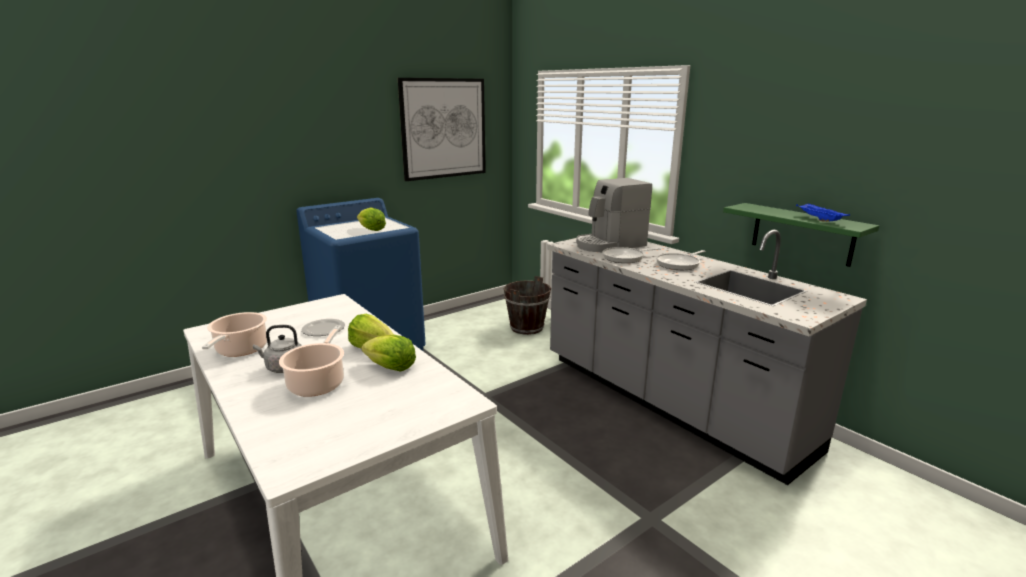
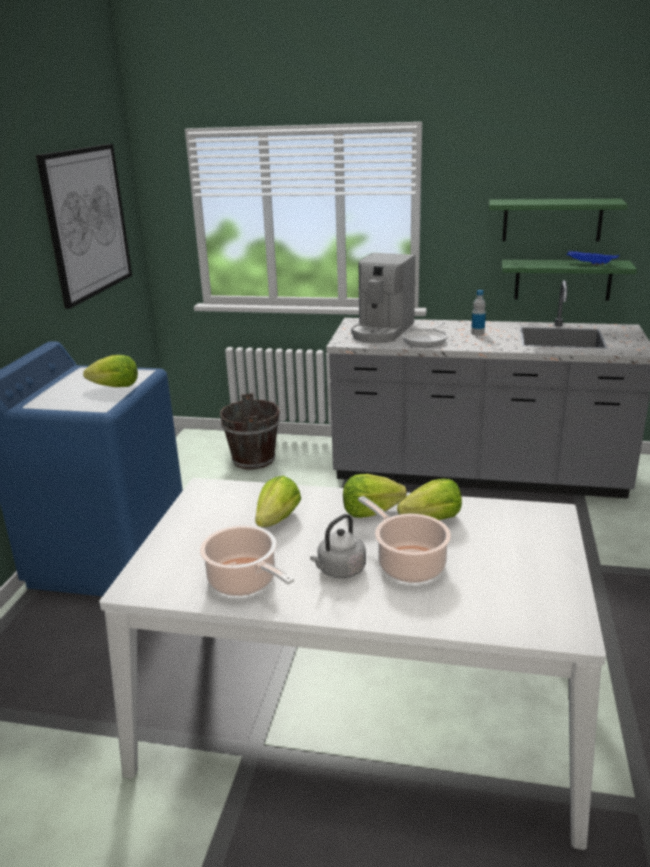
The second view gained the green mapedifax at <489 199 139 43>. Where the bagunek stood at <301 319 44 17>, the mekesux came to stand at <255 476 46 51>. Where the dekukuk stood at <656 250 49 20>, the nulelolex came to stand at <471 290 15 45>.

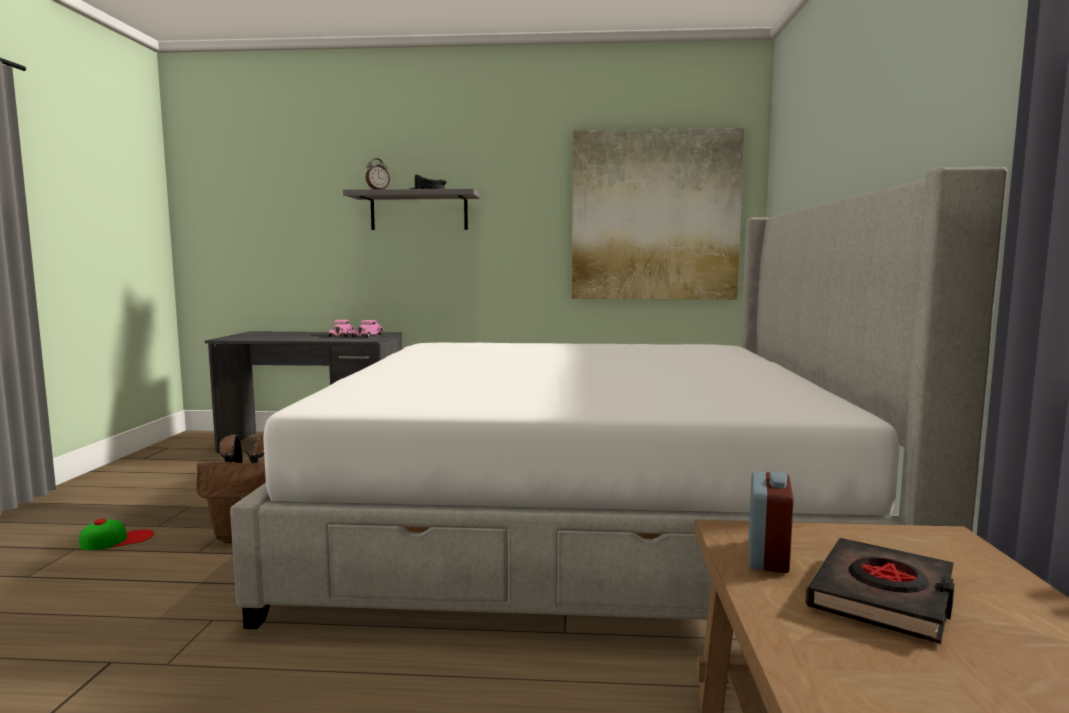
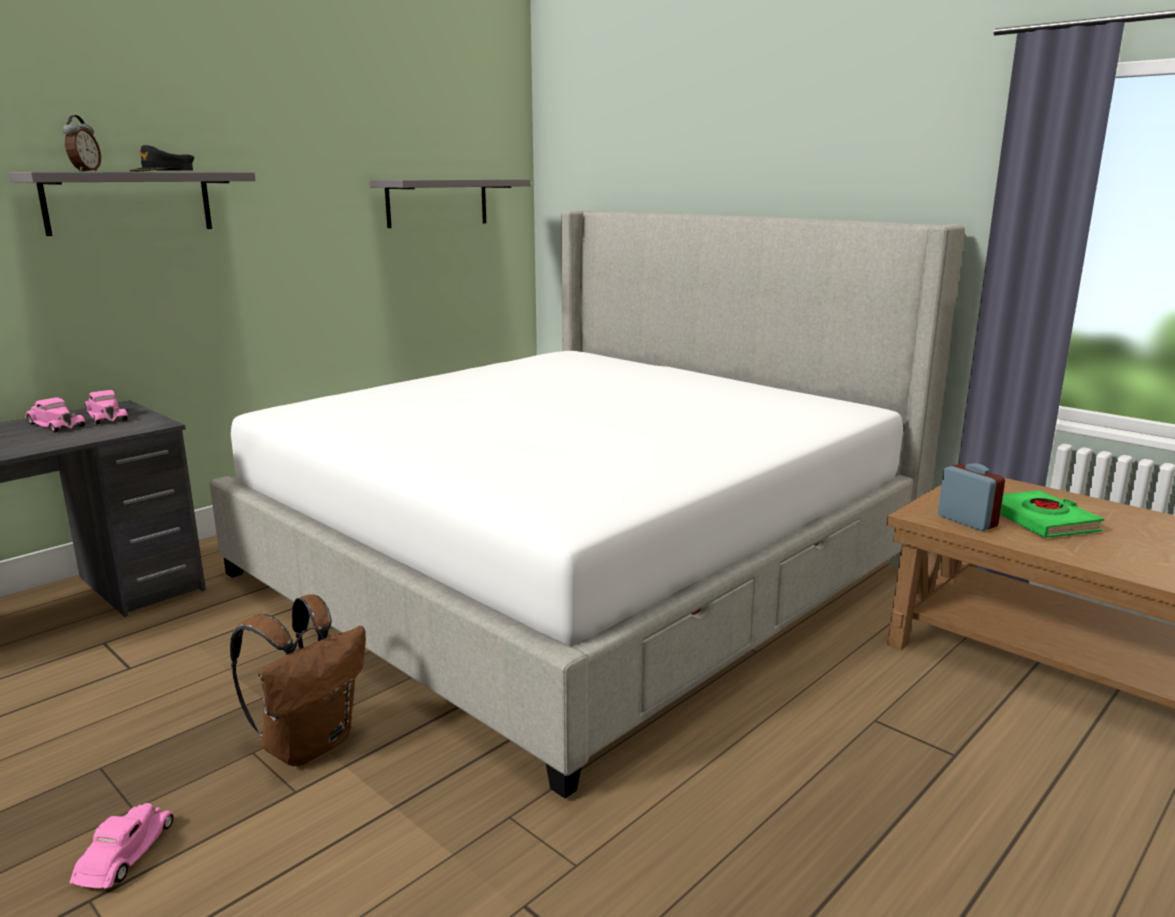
Where the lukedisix stood at <79 519 75 31>, the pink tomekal came to stand at <70 803 104 85>. Where the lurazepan hung at <572 128 172 171>, the grey mapedifax came to hang at <369 179 162 49>. What was the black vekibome at <806 538 149 106> turned into the green vekibome at <1000 490 104 48>.

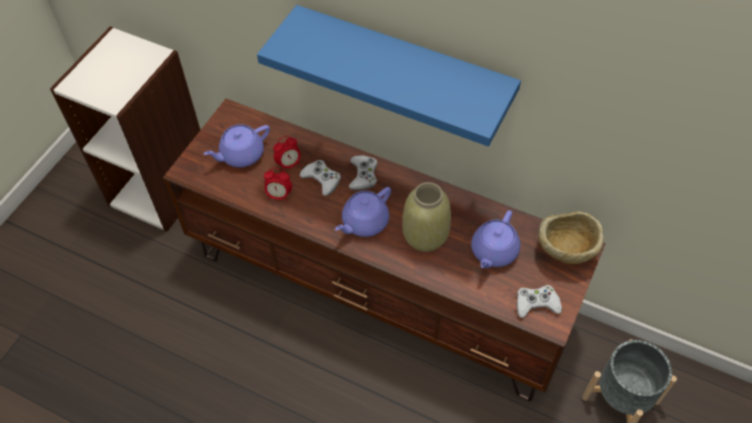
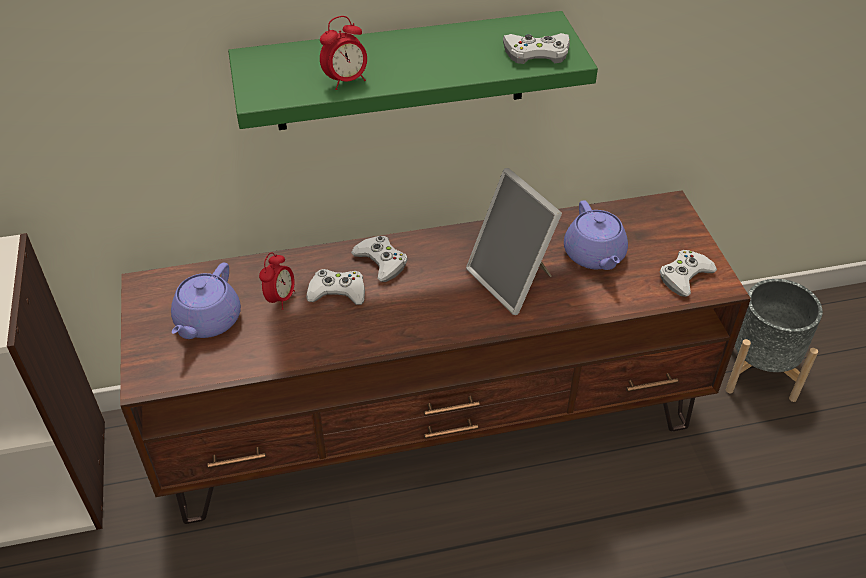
The second view lost the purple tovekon at <335 187 56 50>. The second view lost the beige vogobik at <538 211 66 53>. The second view gained the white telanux at <503 33 67 31>. The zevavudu ended up elsewhere, having gone from <264 168 28 34> to <320 16 47 74>. Where the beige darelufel stood at <402 182 49 70>, the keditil came to stand at <466 168 96 147>. What was the blue mapedifax at <257 5 264 142> turned into the green mapedifax at <228 11 370 119>.

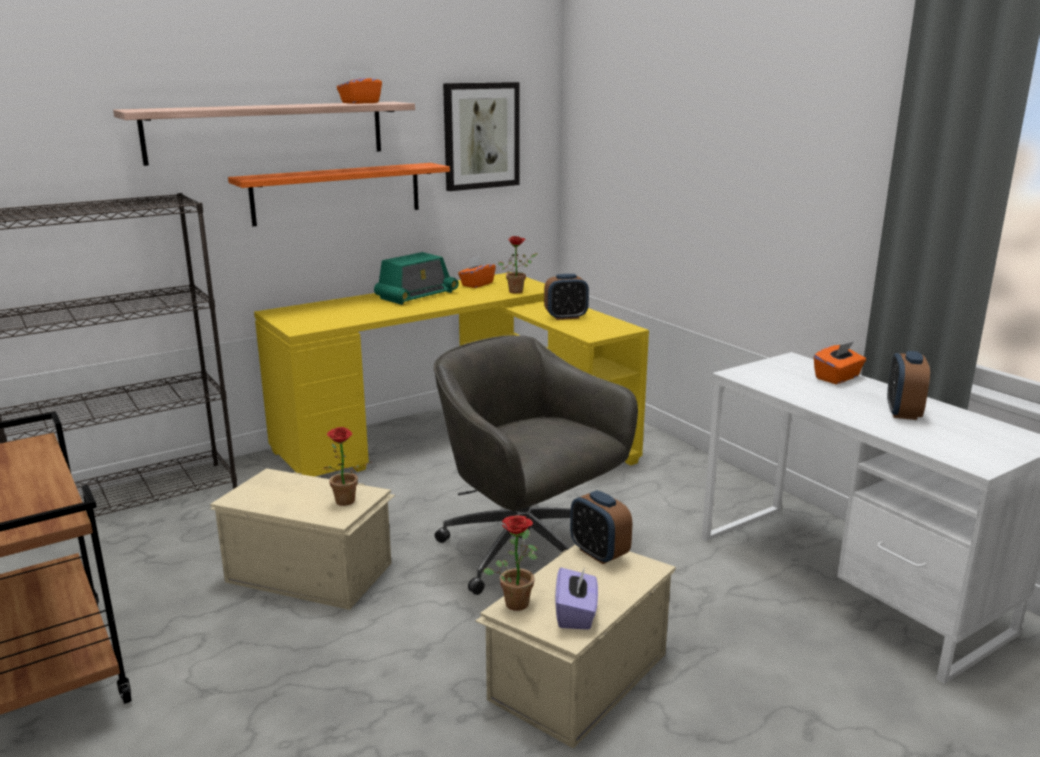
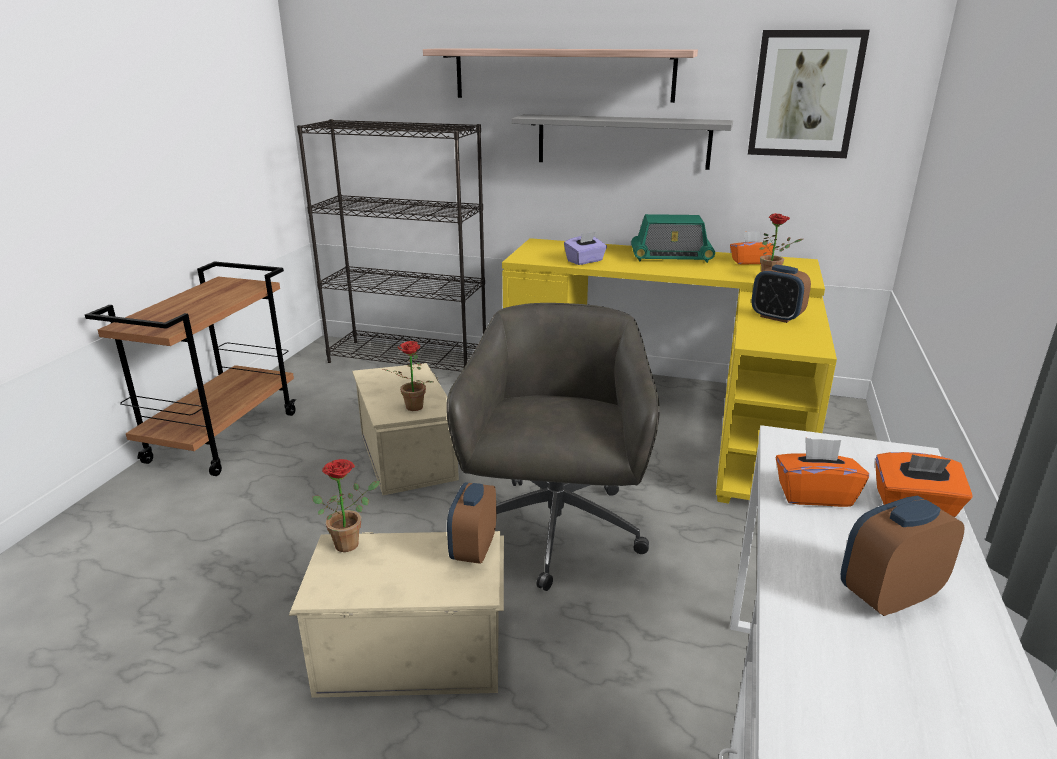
The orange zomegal ended up elsewhere, having gone from <337 70 45 34> to <776 438 93 69>. The purple zomegal ended up elsewhere, having gone from <555 565 43 65> to <564 232 43 33>. What was the orange mapedifax at <228 163 222 63> turned into the grey mapedifax at <512 114 221 56>.

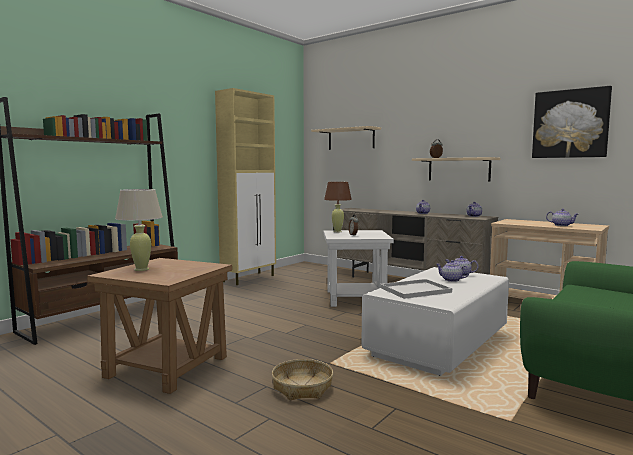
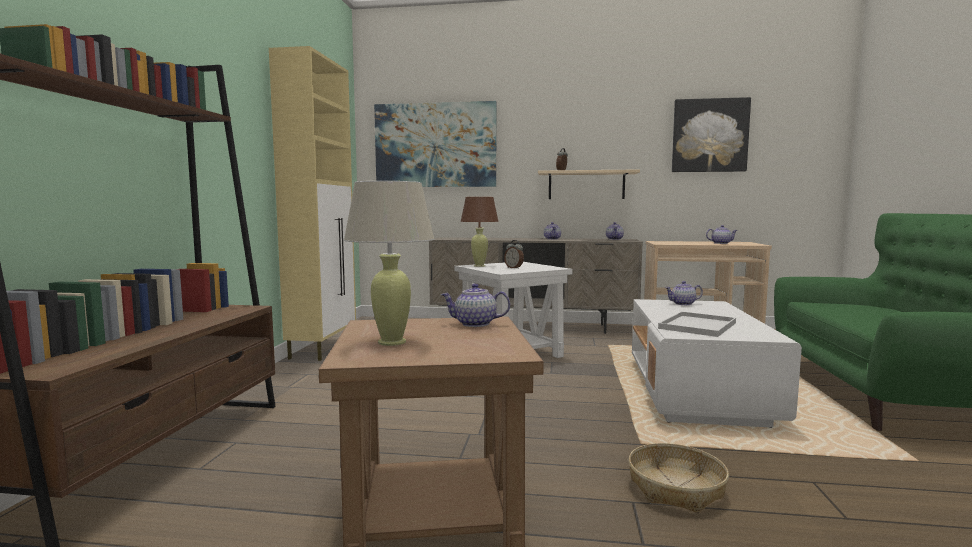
The tovekon ended up elsewhere, having gone from <436 260 34 22> to <441 283 69 44>. Where the beige mapedifax hung at <311 126 70 24>, the lurazepan came to hang at <374 101 122 86>.

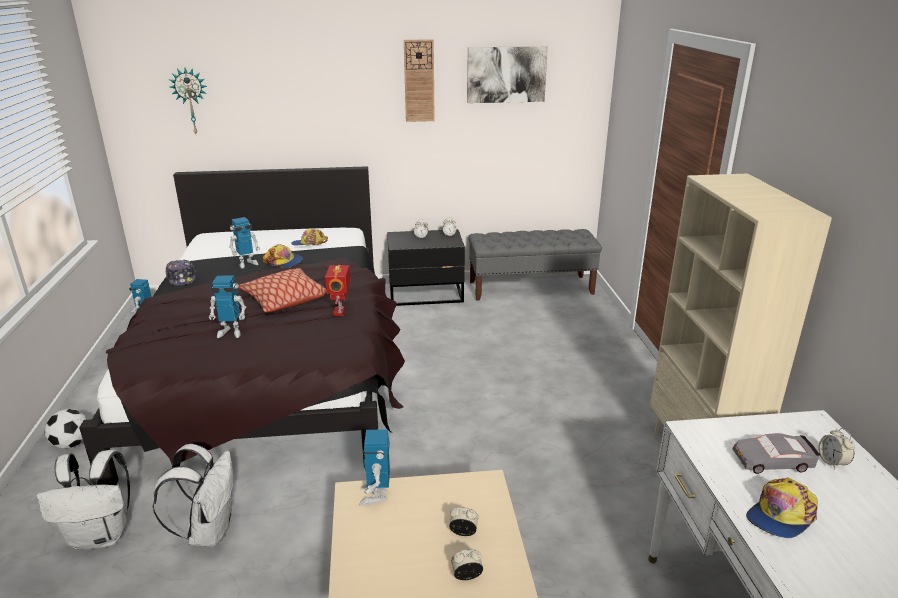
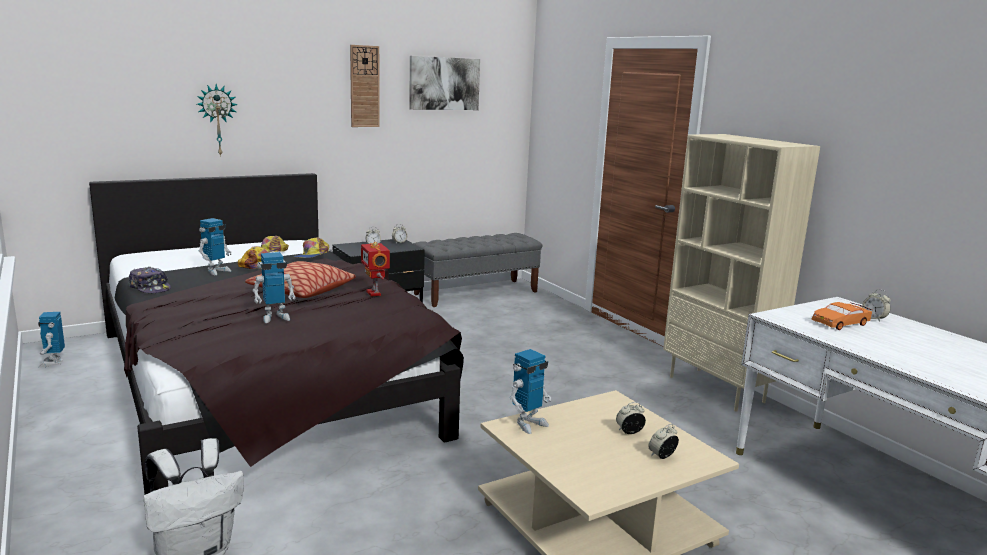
The second view lost the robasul at <44 409 43 40>. The second view lost the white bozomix at <153 444 81 103>. The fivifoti ended up elsewhere, having gone from <169 68 38 66> to <197 84 41 73>. The lukedisix ended up elsewhere, having gone from <746 477 72 61> to <294 237 35 21>. What was the grey tomekal at <732 433 88 41> turned into the orange tomekal at <811 302 61 28>. The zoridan at <359 429 31 77> ended up facing another way, 105 degrees counterclockwise from before.

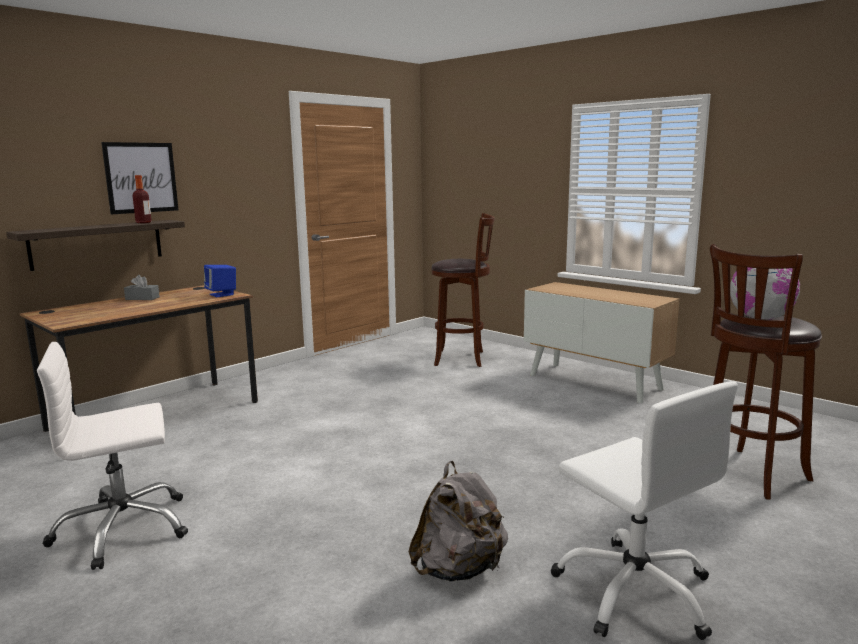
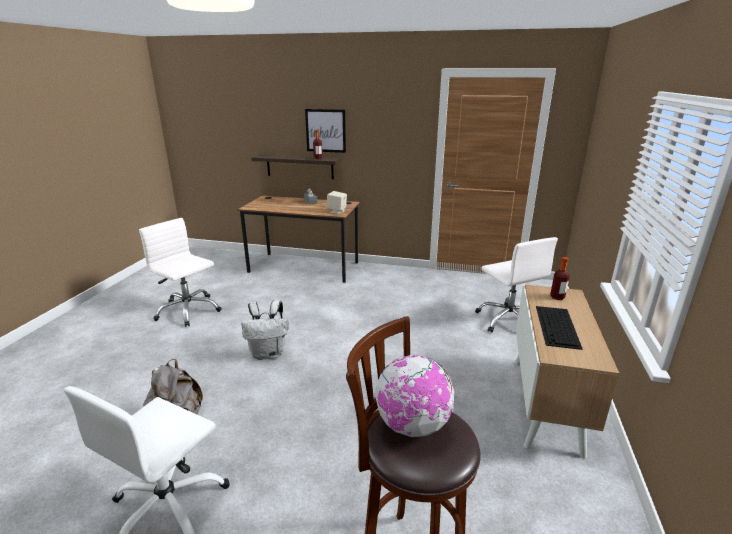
The second view gained the white bozomix at <241 300 47 60>. The second view gained the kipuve at <536 306 47 44>. The second view gained the nulelolex at <550 257 20 43>. Where the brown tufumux stood at <431 213 64 154>, the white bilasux came to stand at <475 237 83 96>. What was the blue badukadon at <204 265 32 32> turned into the beige badukadon at <327 191 20 23>.

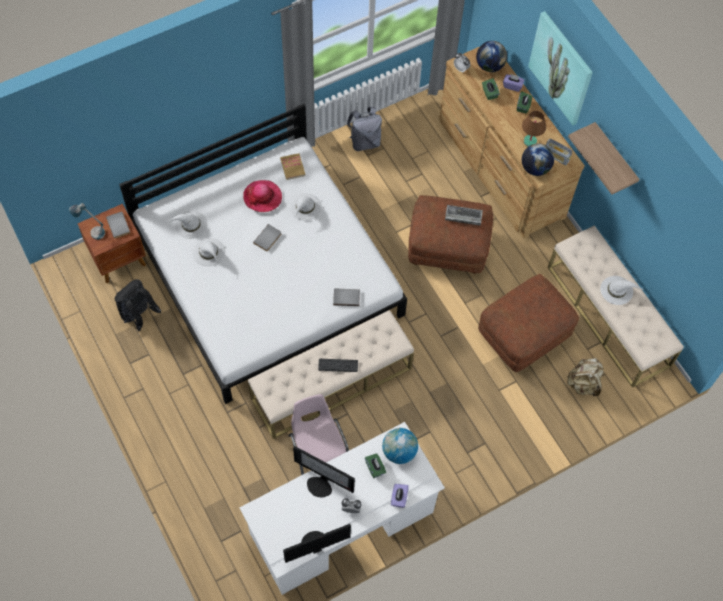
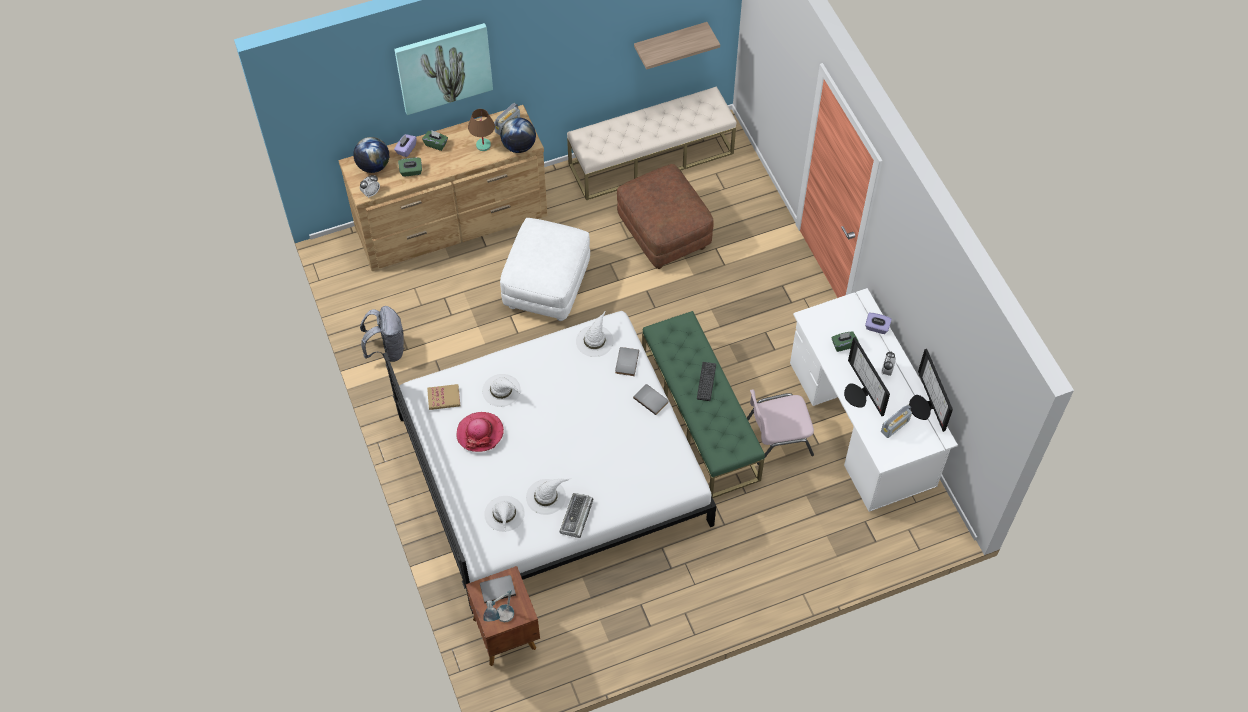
The second view lost the black bozomix at <115 279 46 52>. The second view lost the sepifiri at <382 428 36 36>. The second view lost the beige bozomix at <567 358 37 38>. The second view gained the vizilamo at <881 405 31 33>. The grey vekibome ended up elsewhere, having gone from <253 224 28 27> to <633 384 35 31>. The kipuve ended up elsewhere, having gone from <445 205 38 20> to <560 493 34 45>. The mapedifax ended up elsewhere, having gone from <568 122 72 73> to <634 22 86 48>. The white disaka ended up elsewhere, having gone from <600 276 42 29> to <576 310 38 47>. What was the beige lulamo at <248 310 166 129> turned into the green lulamo at <642 311 123 187>. What was the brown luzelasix at <408 195 85 79> turned into the white luzelasix at <500 218 90 103>. The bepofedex at <293 446 62 52> ended up facing another way, 120 degrees clockwise from before.

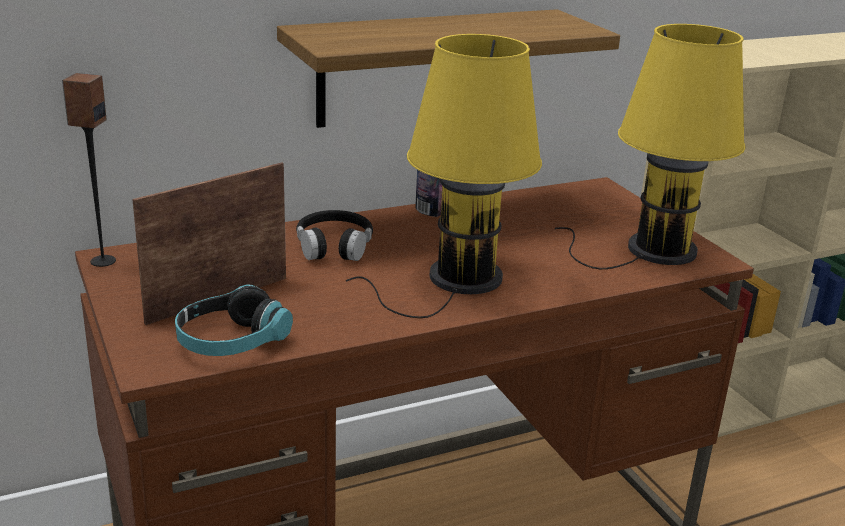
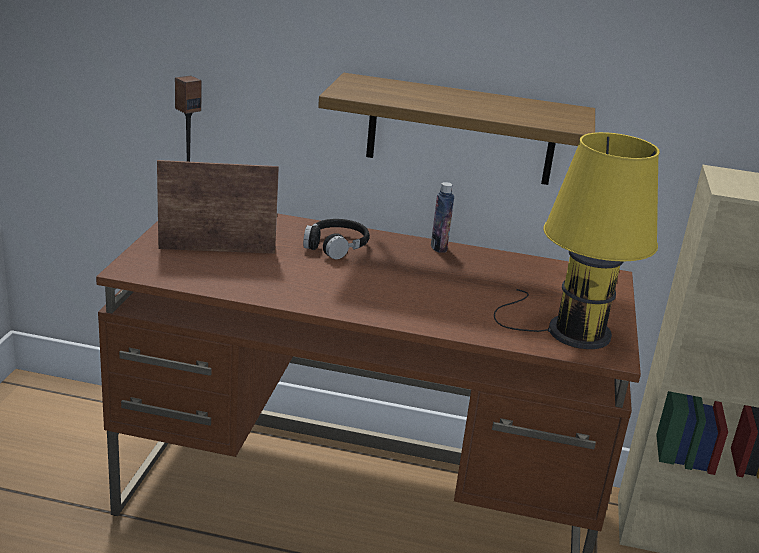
The second view lost the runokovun at <175 284 118 72>. The second view lost the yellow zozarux at <346 34 196 284>.

